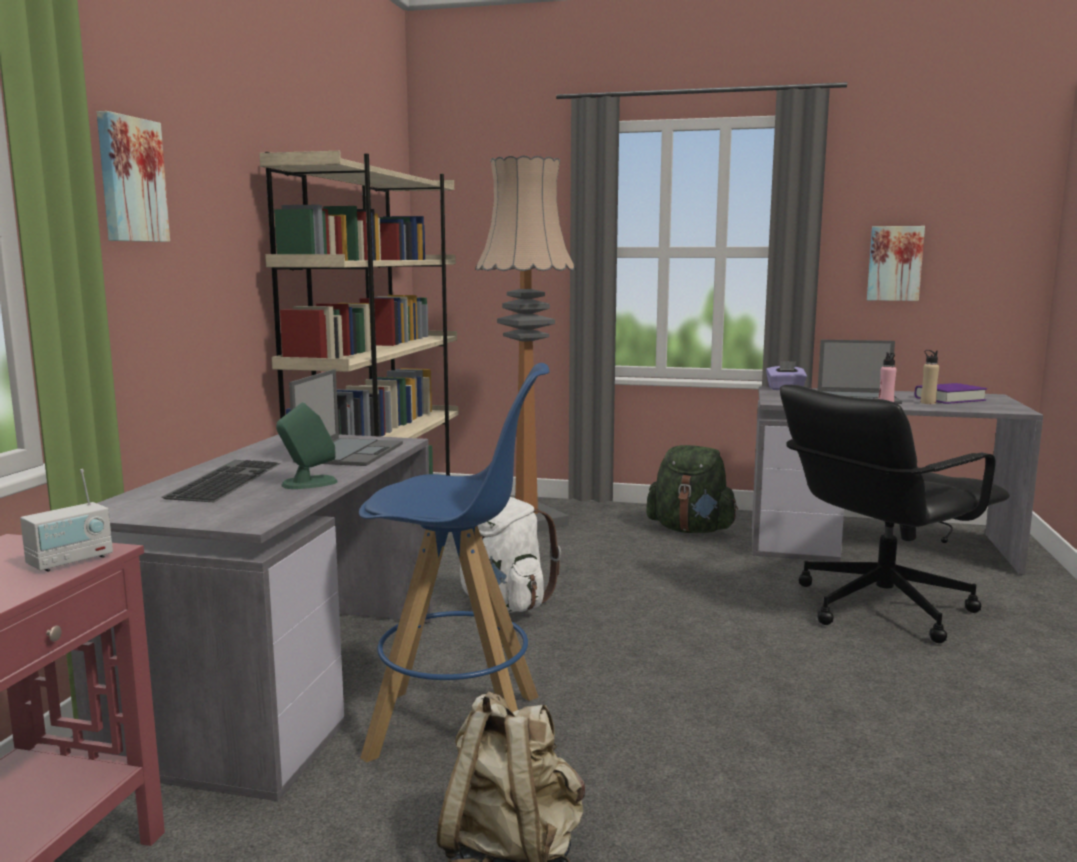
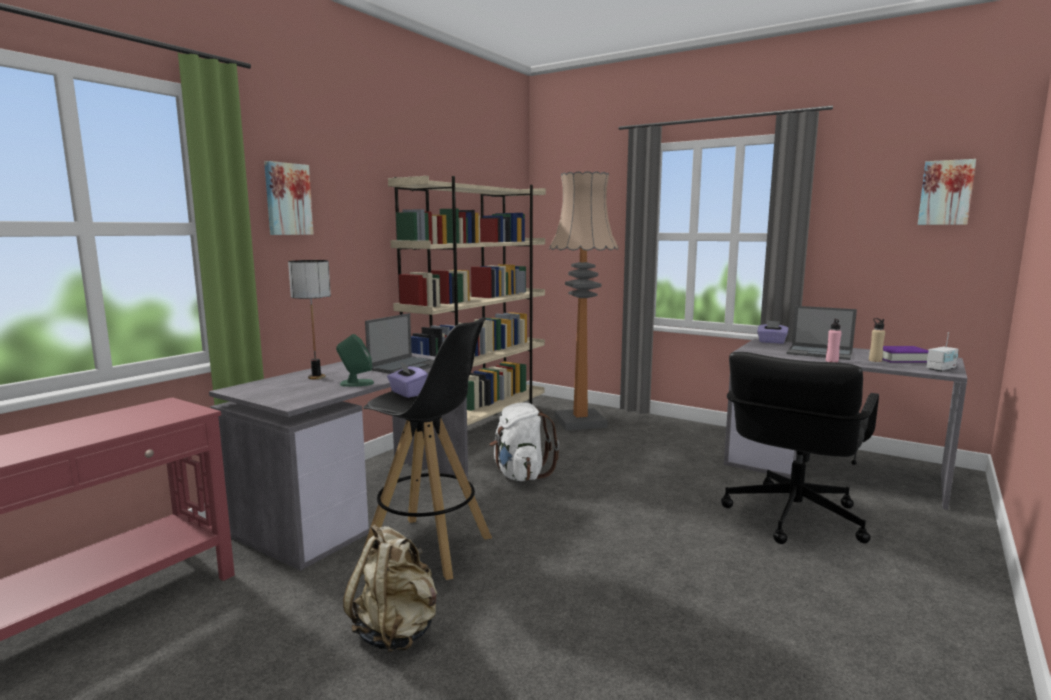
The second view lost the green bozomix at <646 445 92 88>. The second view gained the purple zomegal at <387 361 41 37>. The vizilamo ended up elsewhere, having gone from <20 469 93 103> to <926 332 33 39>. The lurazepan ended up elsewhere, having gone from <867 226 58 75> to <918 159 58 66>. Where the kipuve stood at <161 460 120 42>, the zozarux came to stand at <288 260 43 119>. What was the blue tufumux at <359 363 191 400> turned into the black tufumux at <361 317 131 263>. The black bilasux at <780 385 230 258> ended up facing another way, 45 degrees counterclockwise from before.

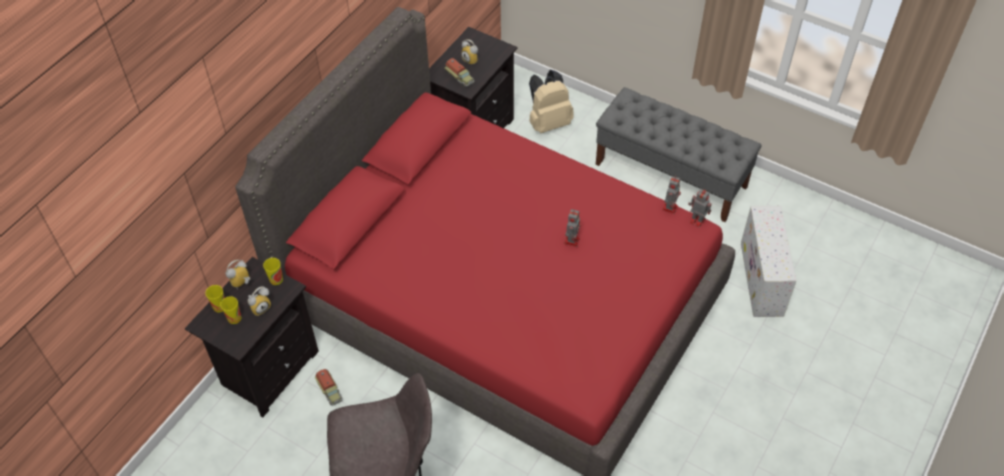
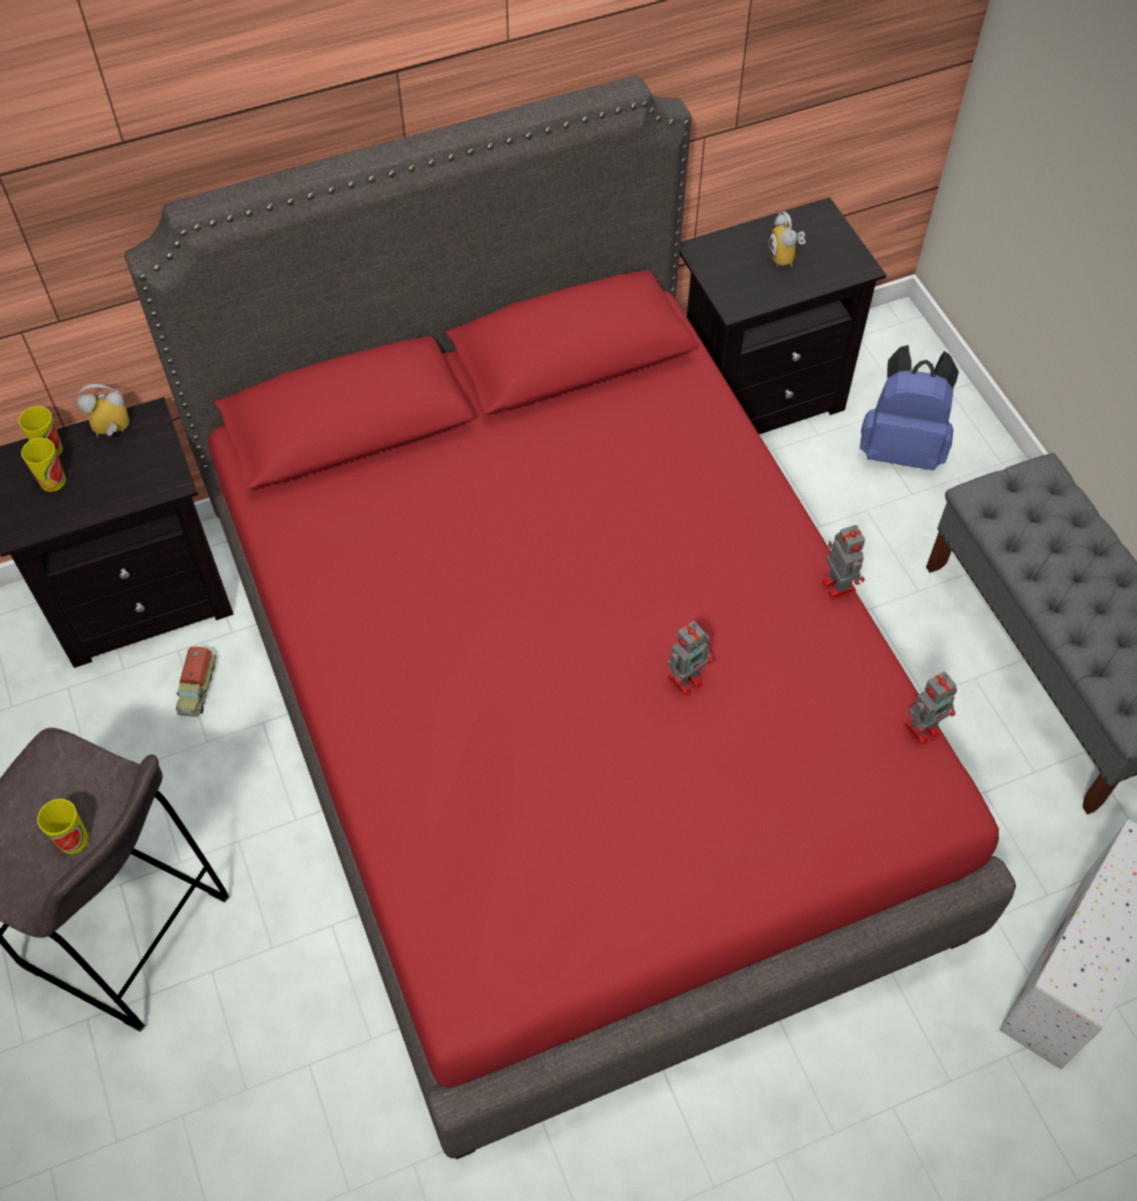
The second view lost the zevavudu at <248 286 23 30>. The second view lost the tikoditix at <444 58 31 29>. The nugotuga ended up elsewhere, having gone from <263 258 20 27> to <37 799 52 55>. The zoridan ended up elsewhere, having gone from <688 189 23 39> to <820 525 45 75>. What was the beige bozomix at <529 70 45 63> turned into the blue bozomix at <860 345 99 125>.

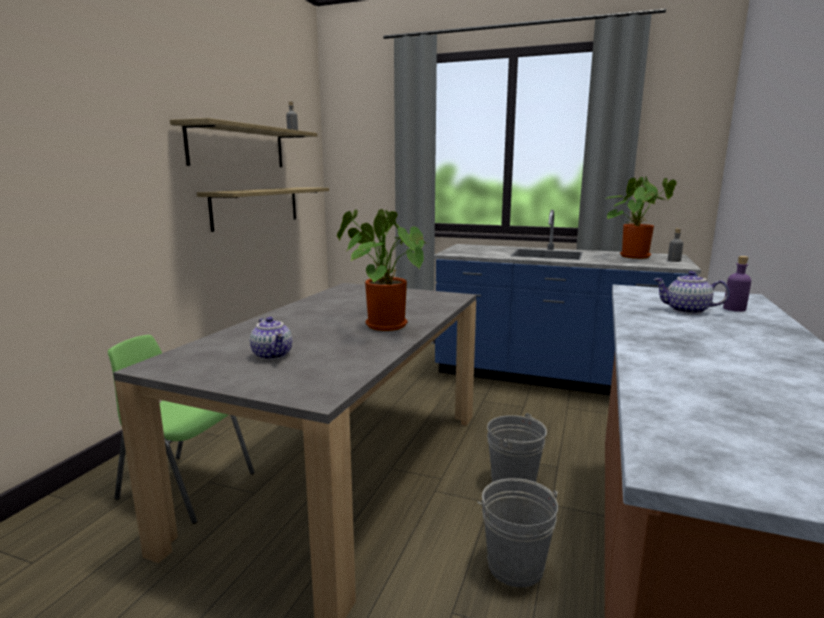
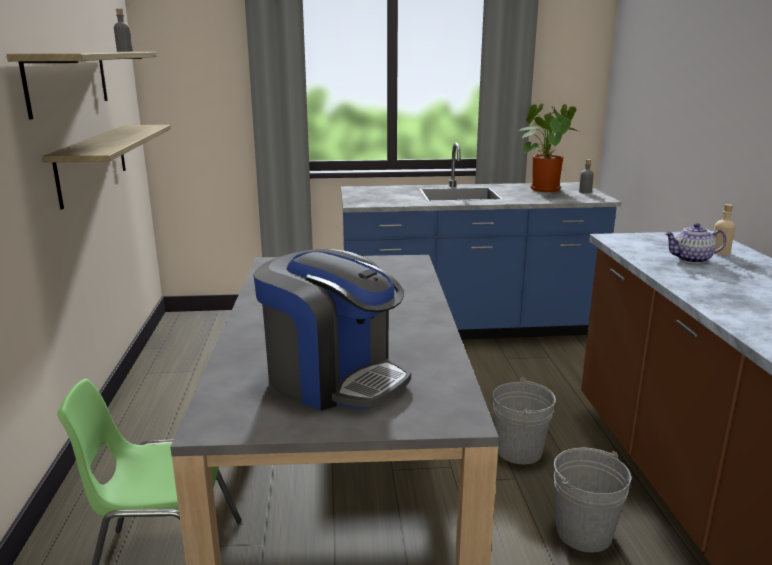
The second view lost the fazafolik at <337 209 91 122>. Where the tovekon stood at <250 317 42 43>, the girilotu came to stand at <253 249 158 162>. What was the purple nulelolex at <723 256 28 56> turned into the beige nulelolex at <713 204 22 51>.

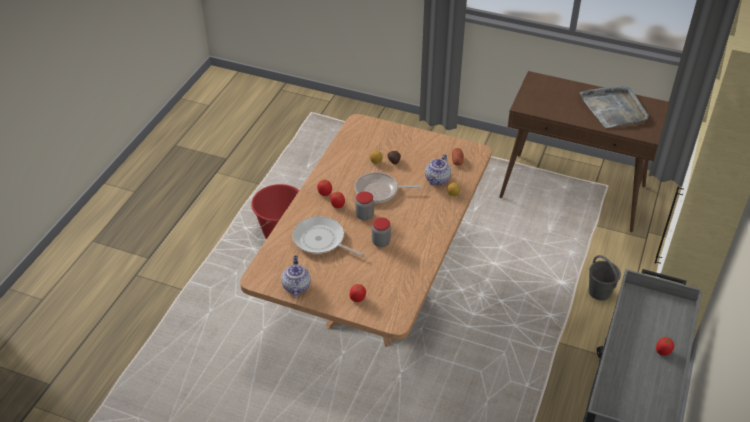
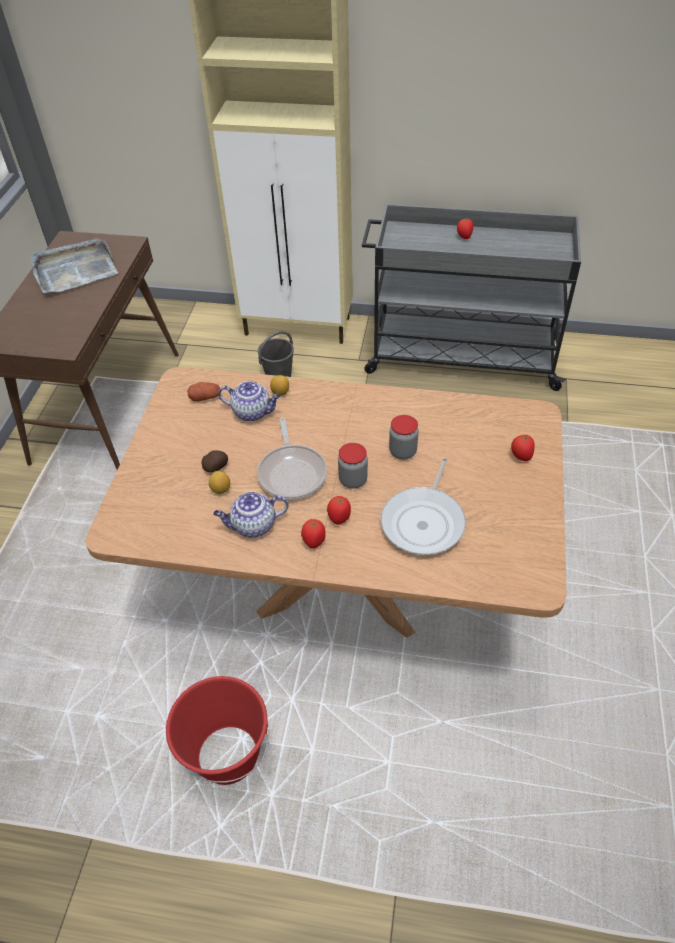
The tovekon ended up elsewhere, having gone from <281 255 30 43> to <213 491 76 46>.

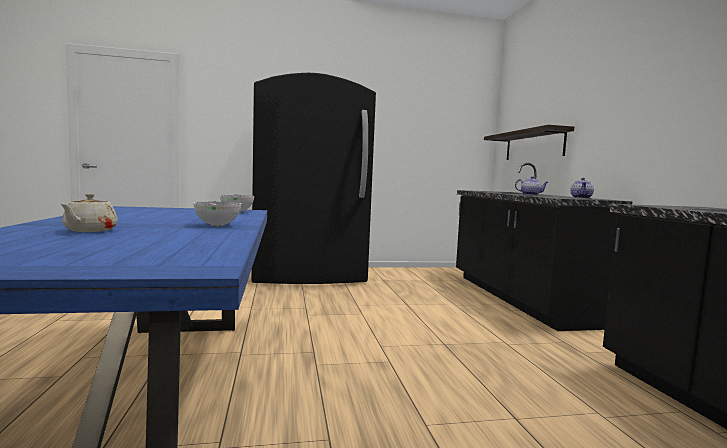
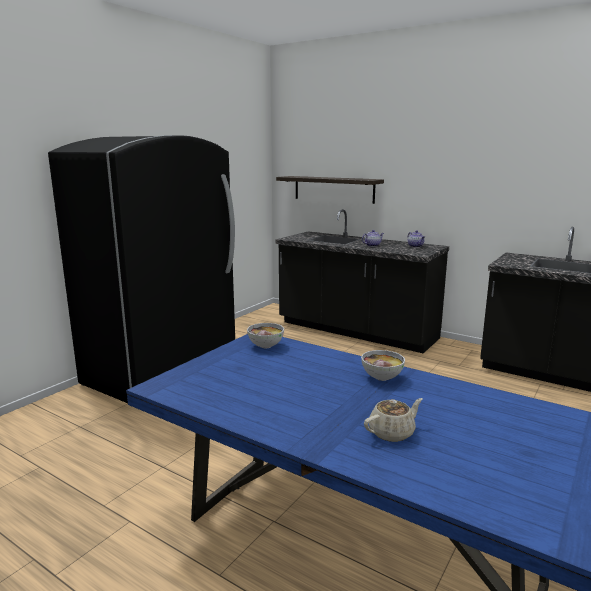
The beige tovekon at <61 194 57 38> ended up facing another way, 75 degrees counterclockwise from before.

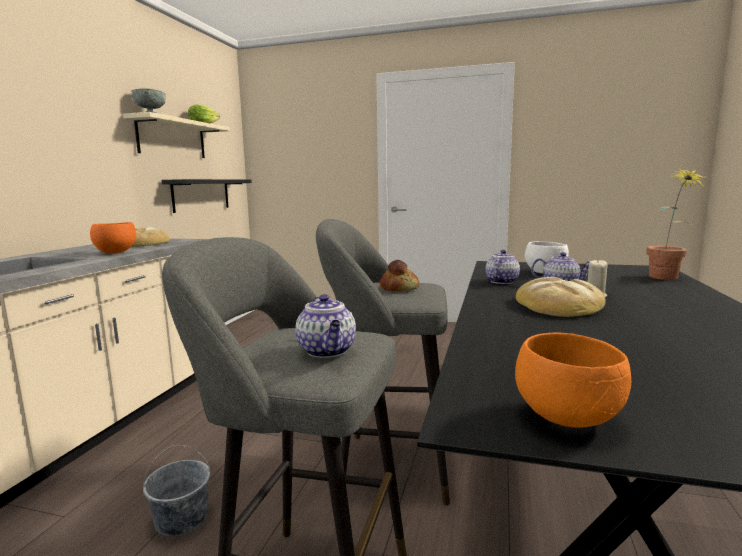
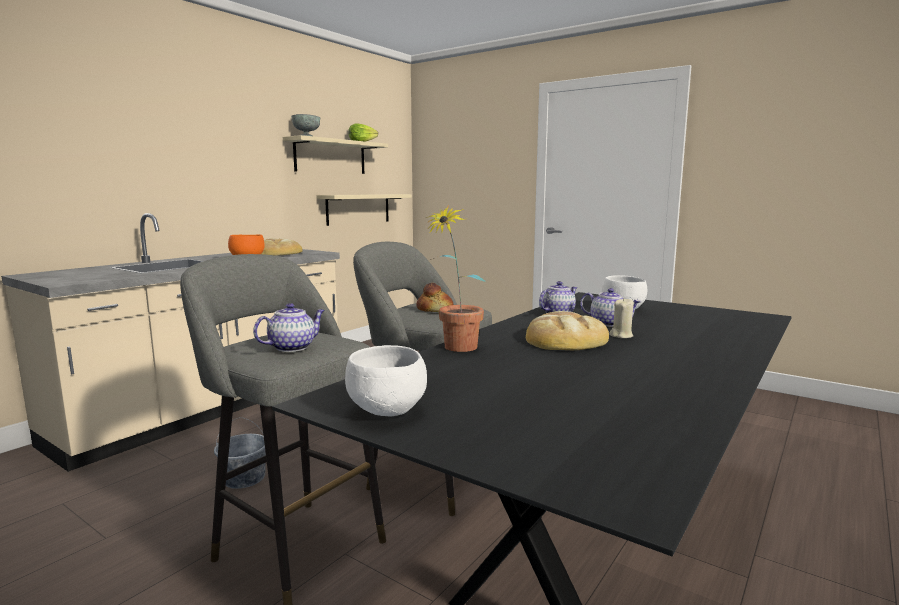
The fazafolik ended up elsewhere, having gone from <647 168 58 112> to <426 205 60 147>. What was the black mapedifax at <161 179 91 34> turned into the beige mapedifax at <316 194 95 32>. What was the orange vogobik at <515 333 116 95> turned into the white vogobik at <345 345 82 71>. The tovekon at <296 294 60 64> ended up facing another way, 135 degrees counterclockwise from before.

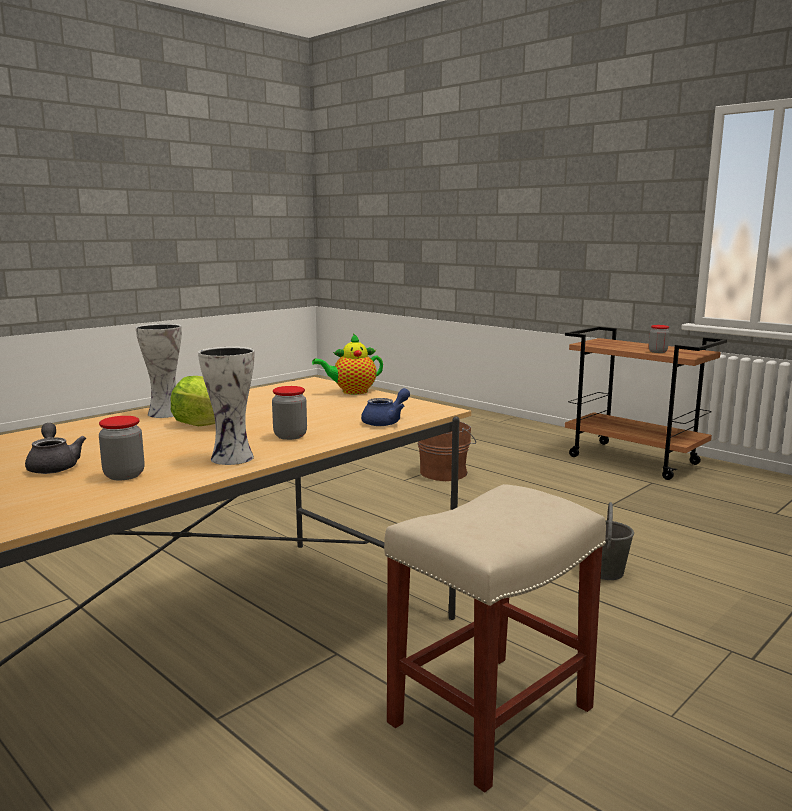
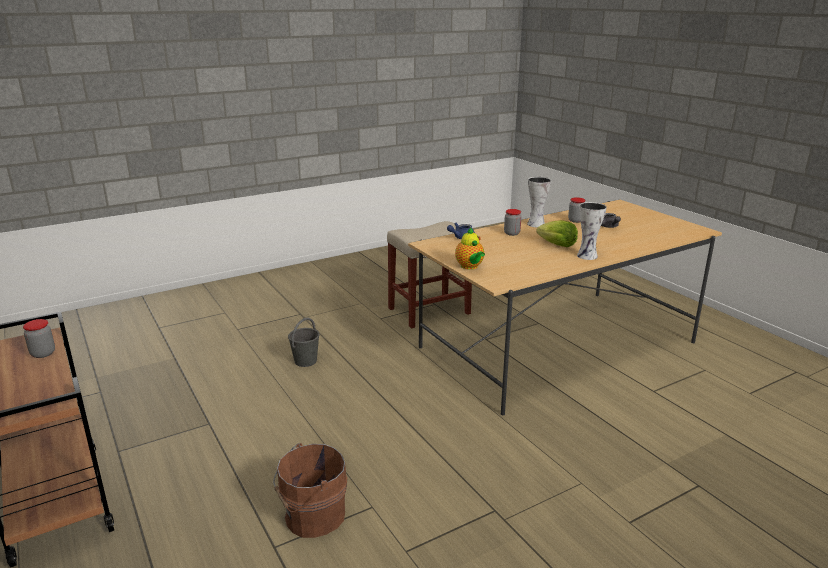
The tovekon at <312 333 71 61> ended up facing another way, 75 degrees clockwise from before.

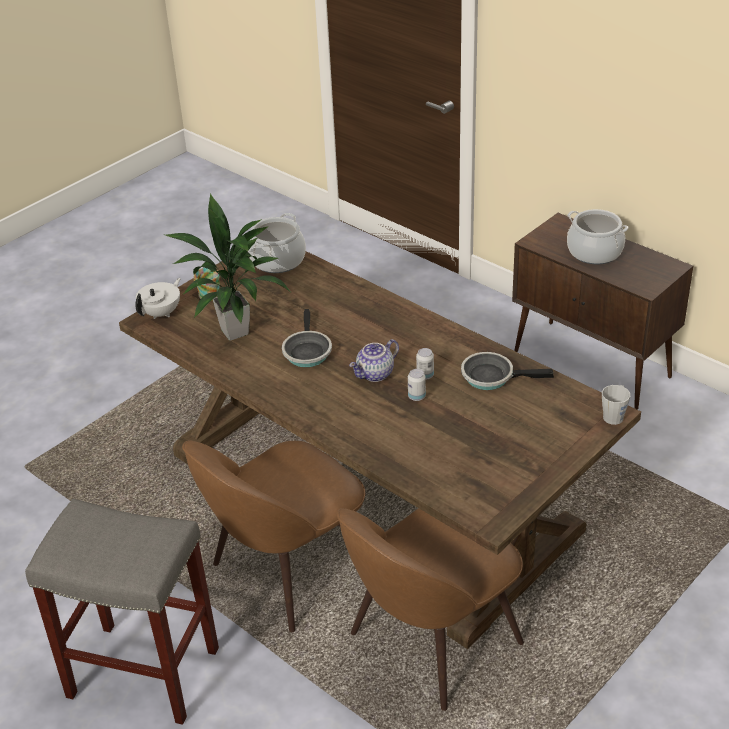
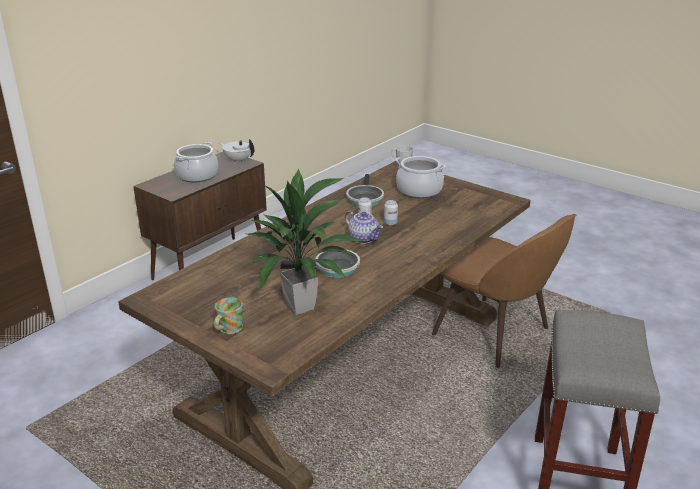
The second view lost the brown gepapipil at <182 440 183 192>. The white tovekon ended up elsewhere, having gone from <135 278 46 41> to <219 139 35 25>. The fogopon ended up elsewhere, having gone from <248 213 58 60> to <396 156 50 42>.

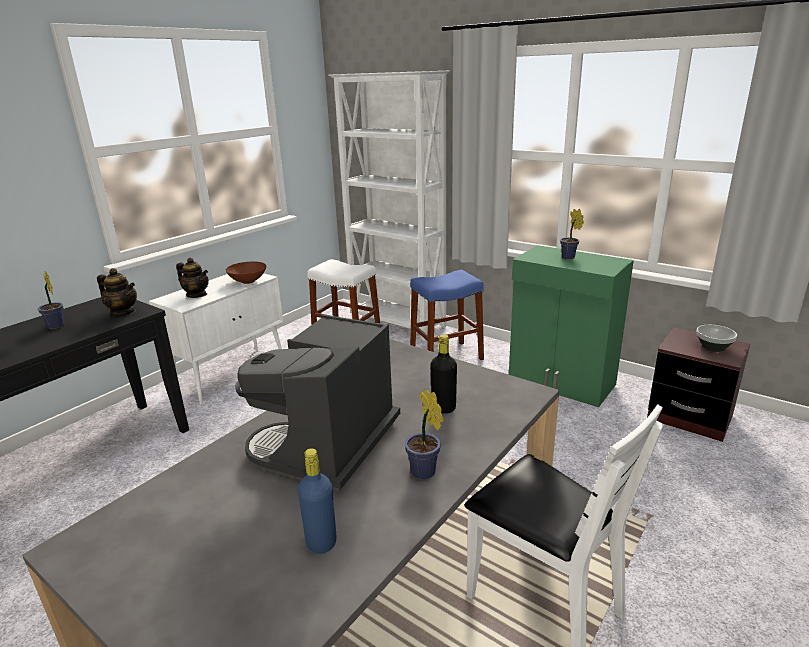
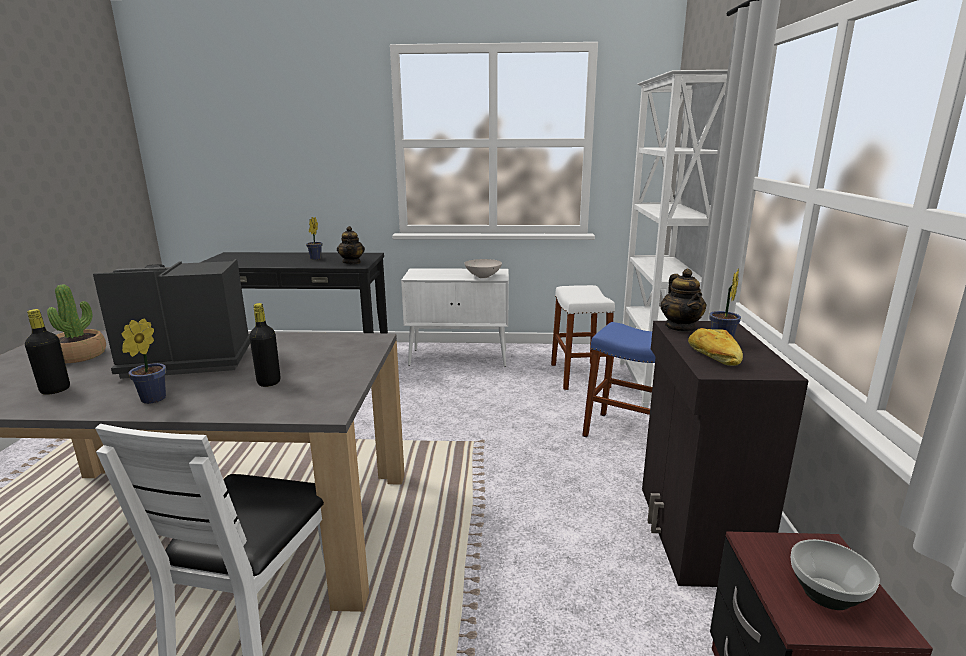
The second view gained the fazafolik at <47 284 59 79>. The second view gained the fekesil at <688 328 55 38>. The tovekon ended up elsewhere, having gone from <176 257 33 41> to <660 269 47 63>. What was the brown vogobik at <226 261 40 23> turned into the white vogobik at <464 259 38 19>. What was the blue nulelolex at <298 448 39 106> turned into the black nulelolex at <25 309 45 86>. What was the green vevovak at <509 245 125 162> turned into the black vevovak at <642 321 166 266>.

